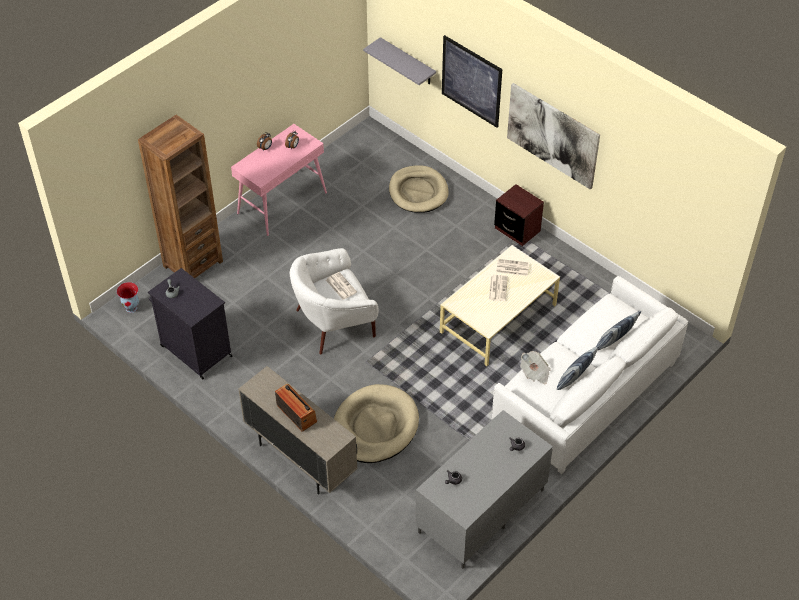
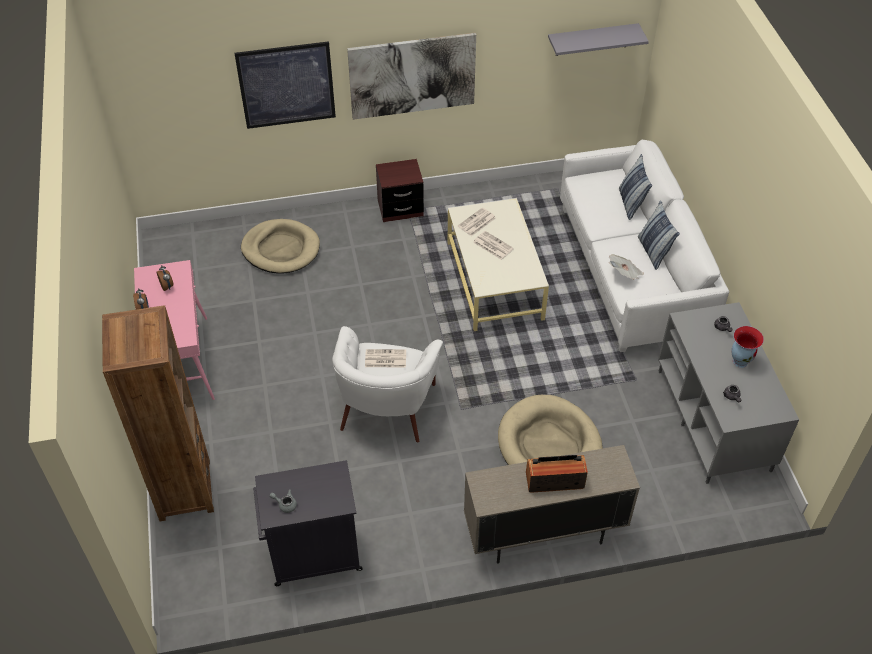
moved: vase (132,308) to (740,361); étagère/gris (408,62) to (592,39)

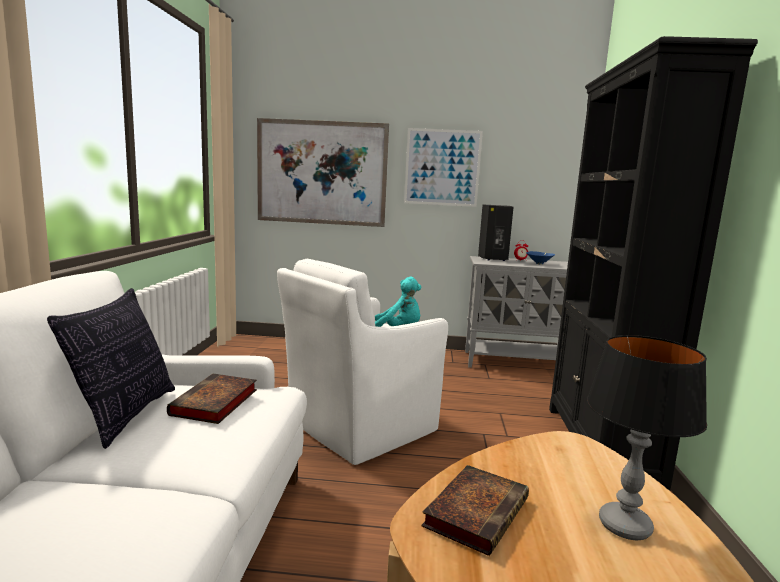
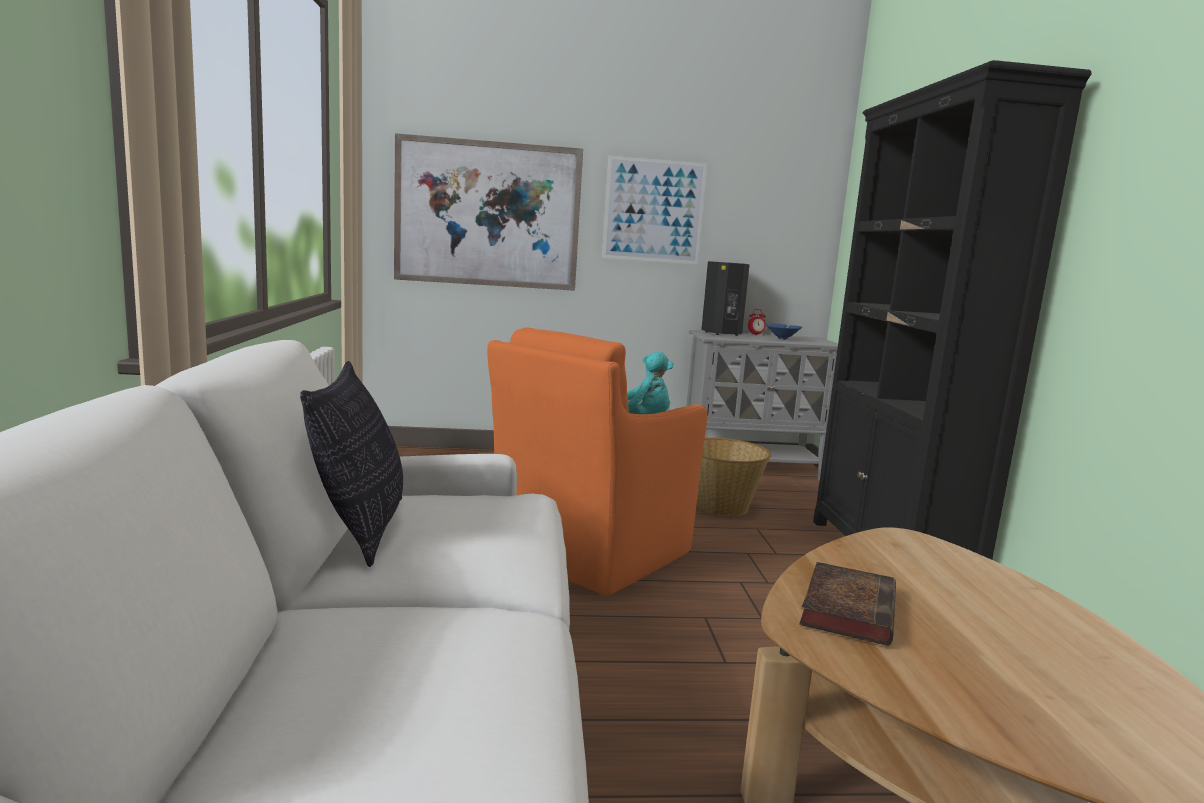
removed: livre (214,404); lampe de table (624,525)
added: panier (721,506)
recoloured: fauteuil/blanc (358,427) to fauteuil/orange (589,553)

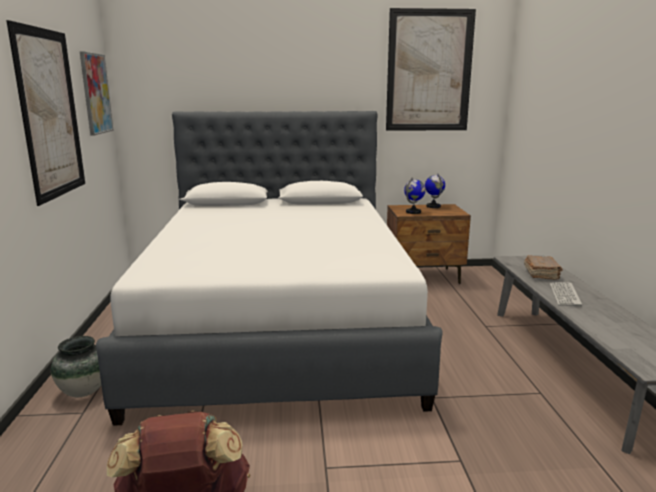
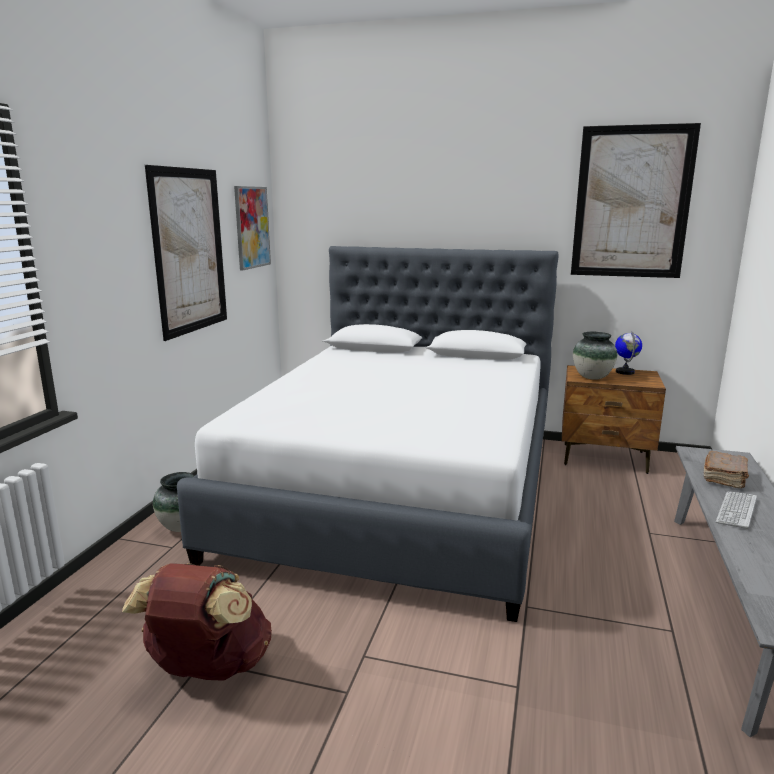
replaced: globe (413,212) to vase (592,377)

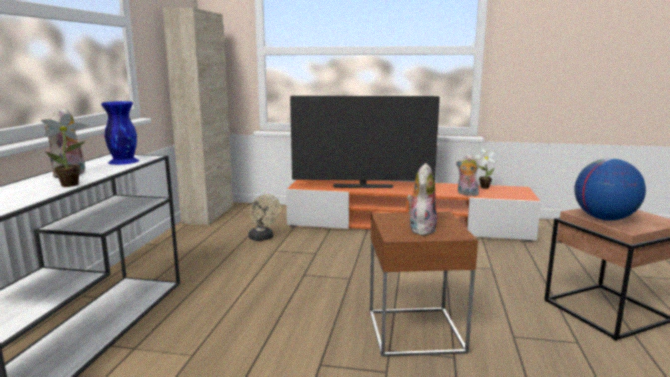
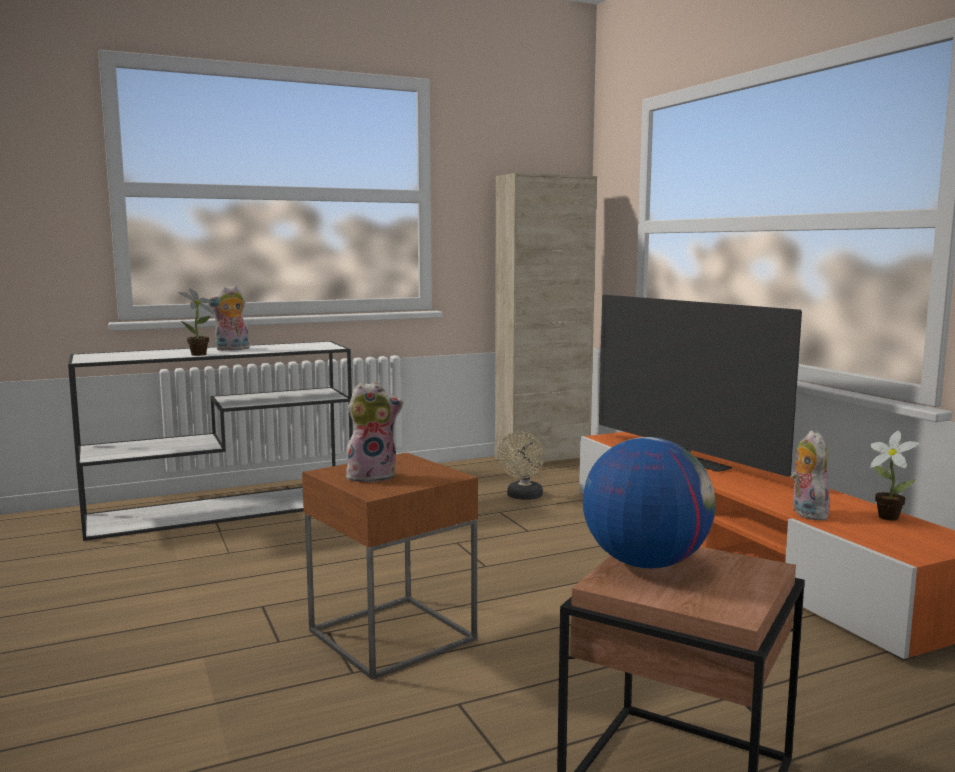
removed: vase/bleu (123,161)

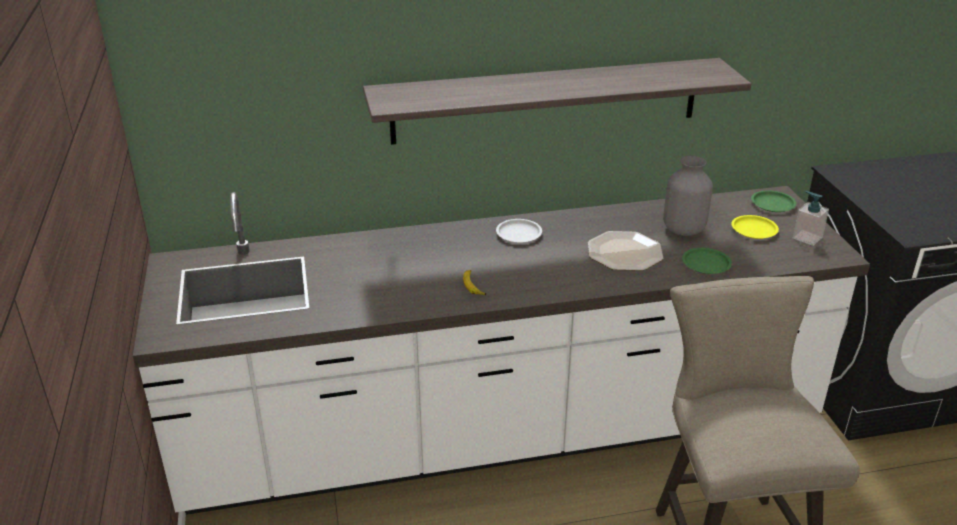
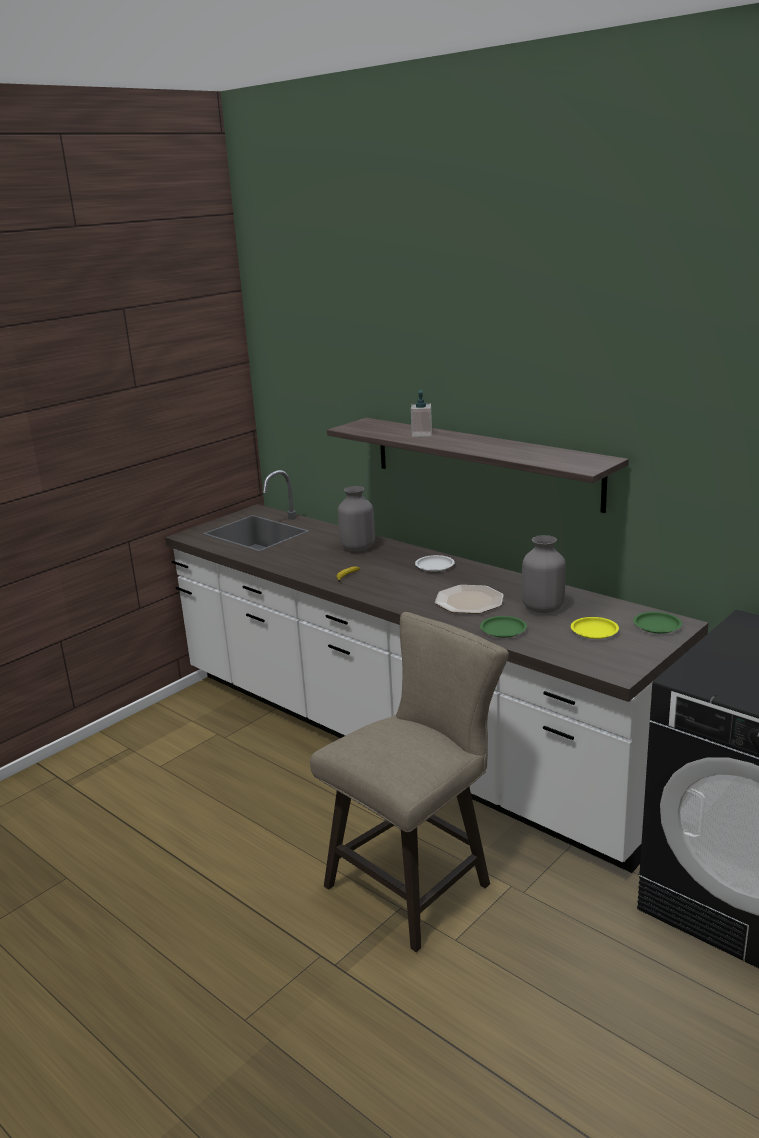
added: vase/gris (358,548)
moved: distributeur de savon (807,237) to (421,434)

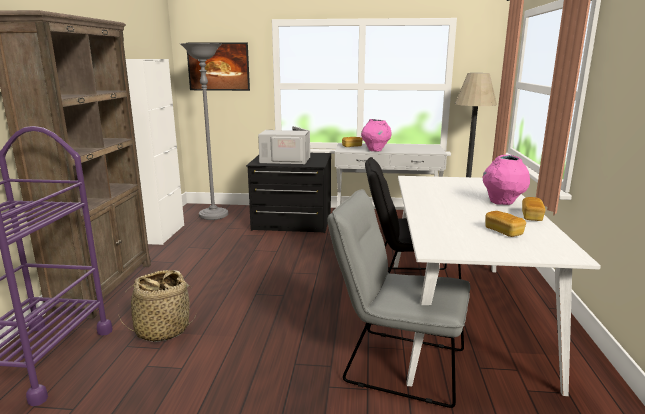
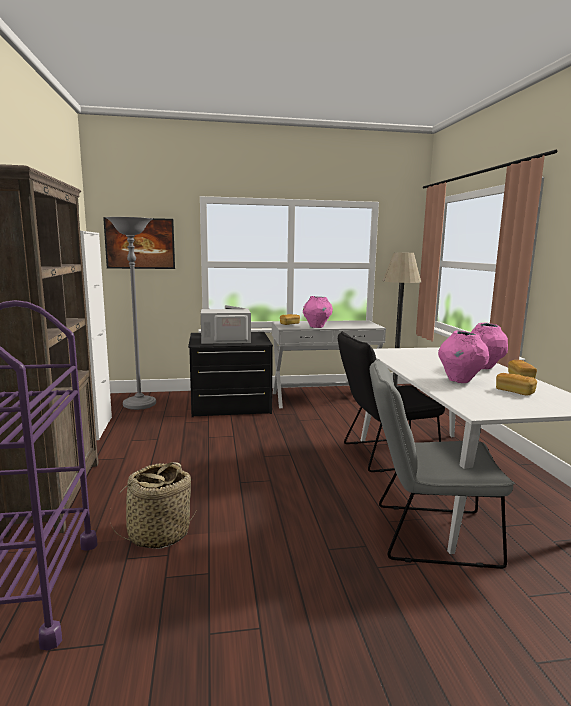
added: vase/rose (460,380)

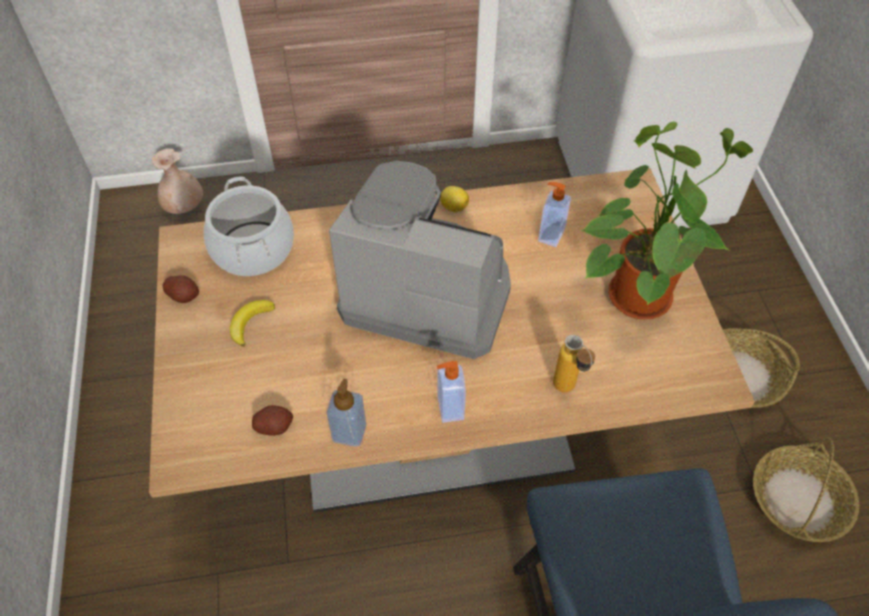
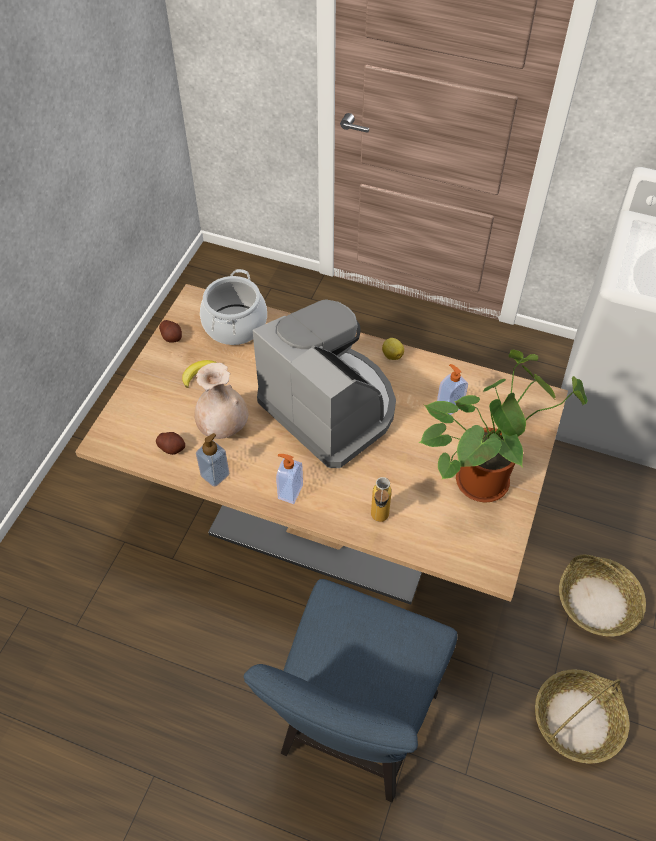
moved: vase/beige (185,207) to (223,427)

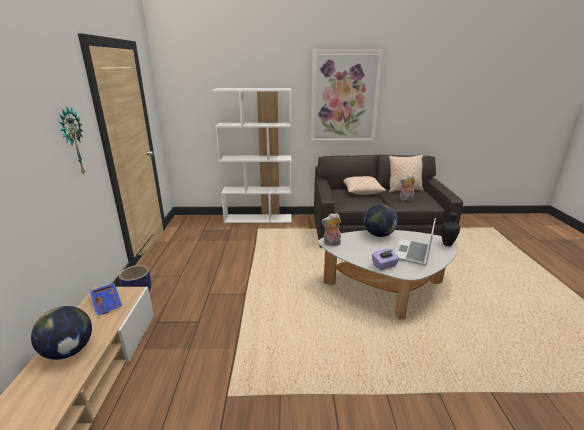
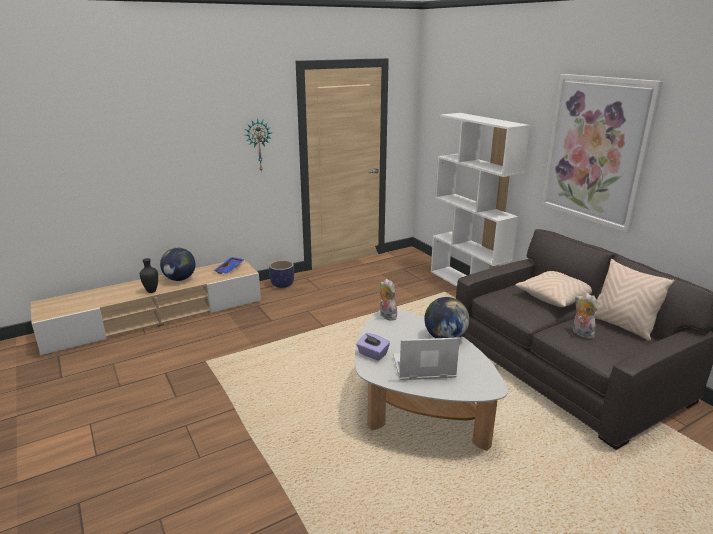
moved: vase/noir (447,244) to (152,291)

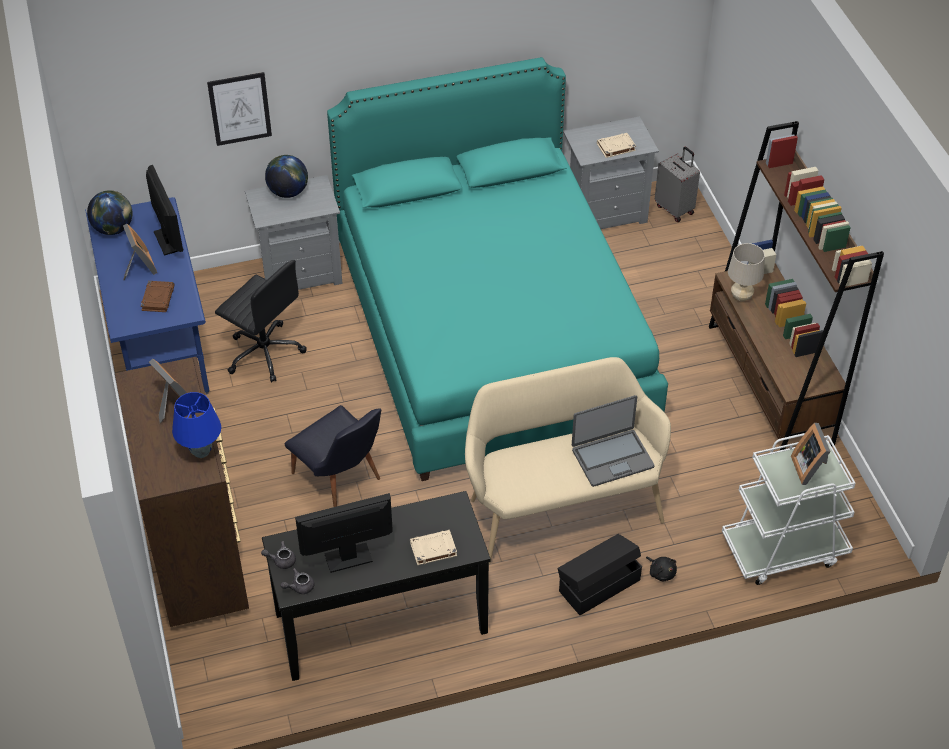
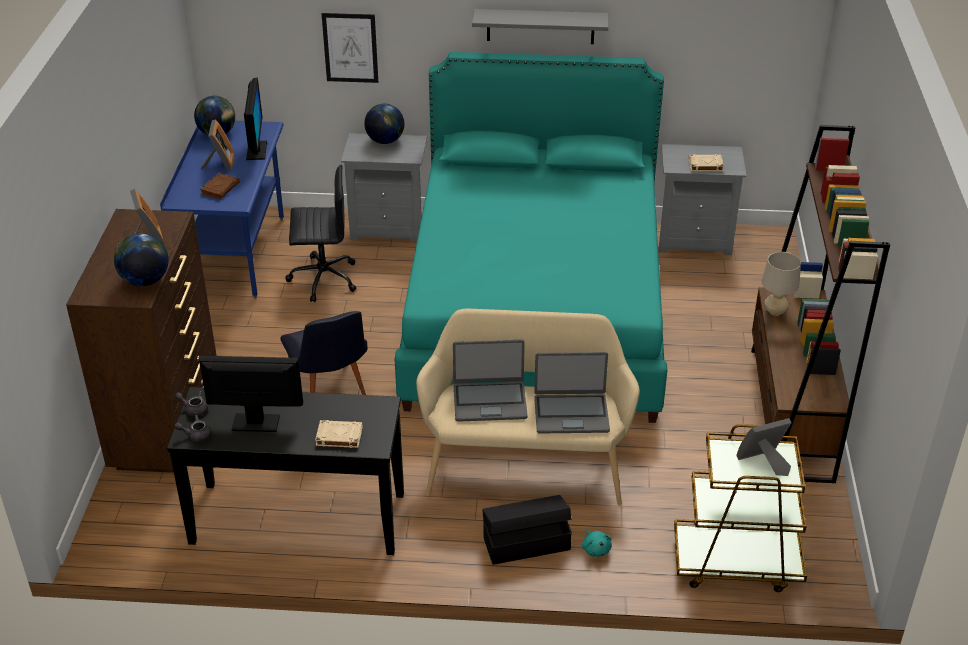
removed: valise/gris (675,209)
added: ordinateur portable (489,401); étagère/gris (540,26)
replaced: lampe de table/bleu (200,452) to globe (145,281)
recoloured: peluche/noir (661,572) to peluche/turquoise (596,549); chariot/blanc (783,549) to chariot/marron (736,562)
turned: chaise de bureau/noir (264,352) = (322,278) 60 degrees counterclockwise; cadre photo (810,468) = (764,462) 60 degrees clockwise

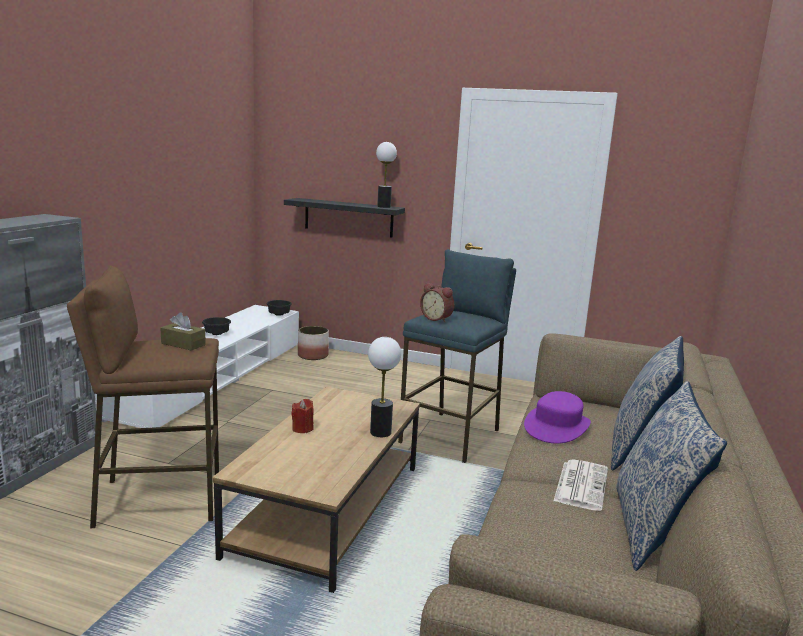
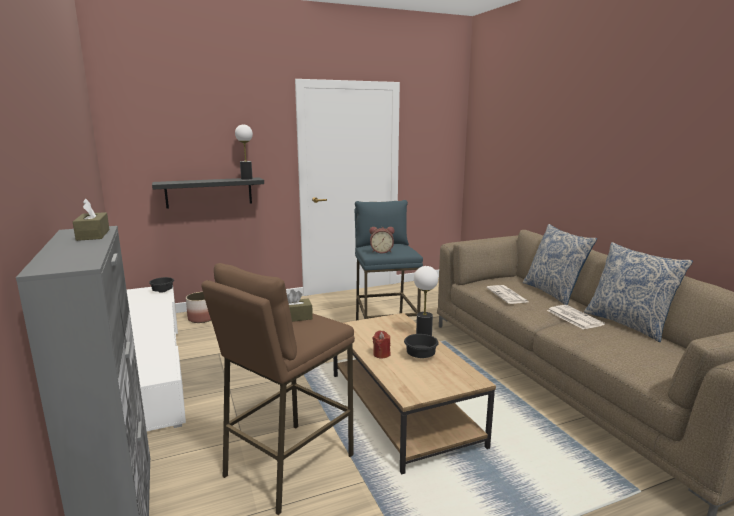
added: boîte à mouchoirs/marron (93,235)
moved: bol/noir (216,334) to (420,356)
replaced: chapeau/violet (557,427) to journal (507,295)

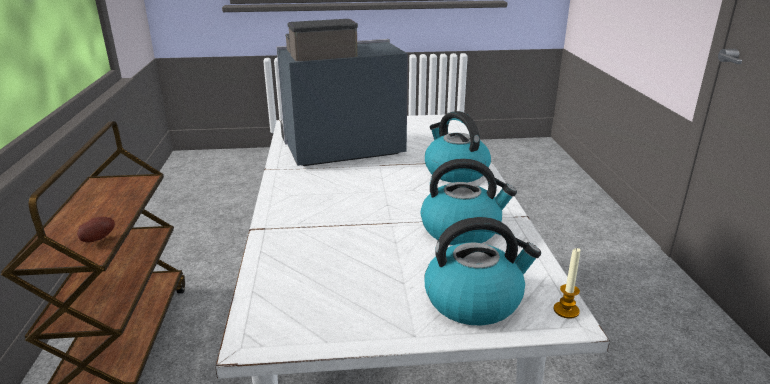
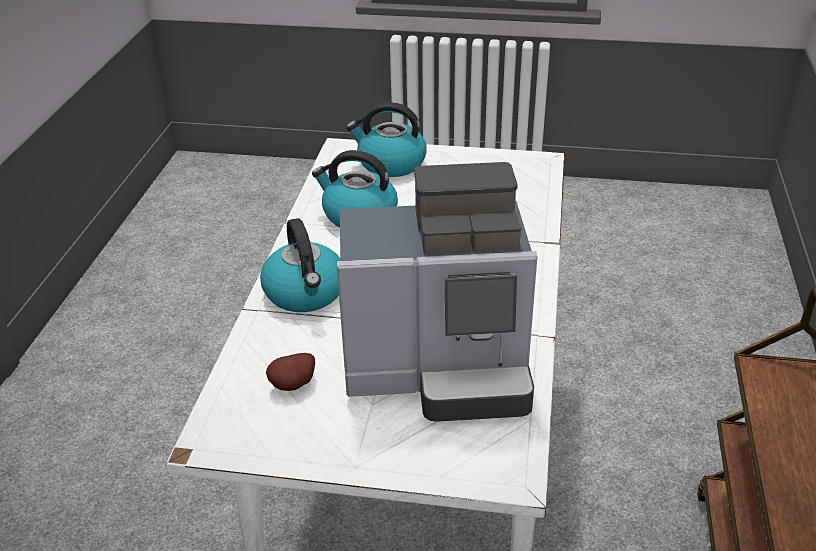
removed: bougie (566,310)
moved: pomme de terre (98,239) to (295,386)

